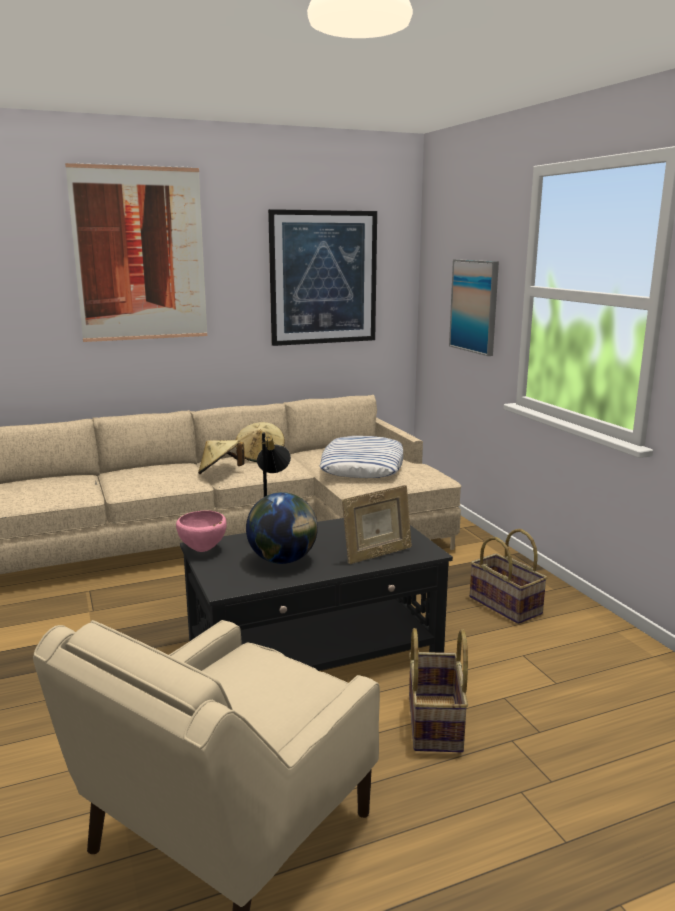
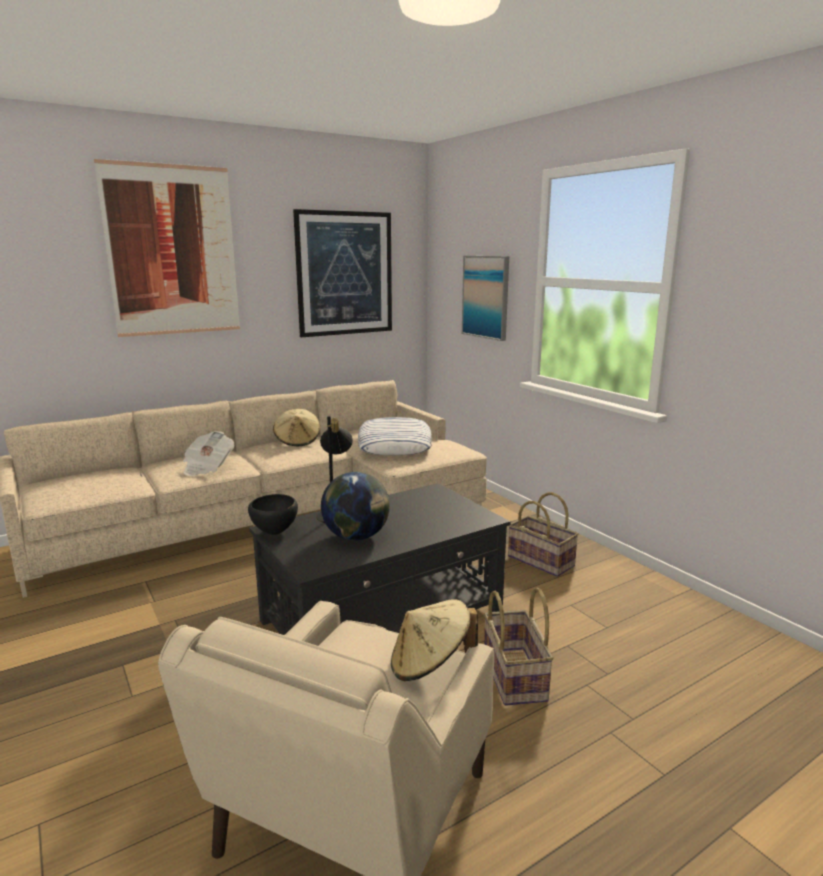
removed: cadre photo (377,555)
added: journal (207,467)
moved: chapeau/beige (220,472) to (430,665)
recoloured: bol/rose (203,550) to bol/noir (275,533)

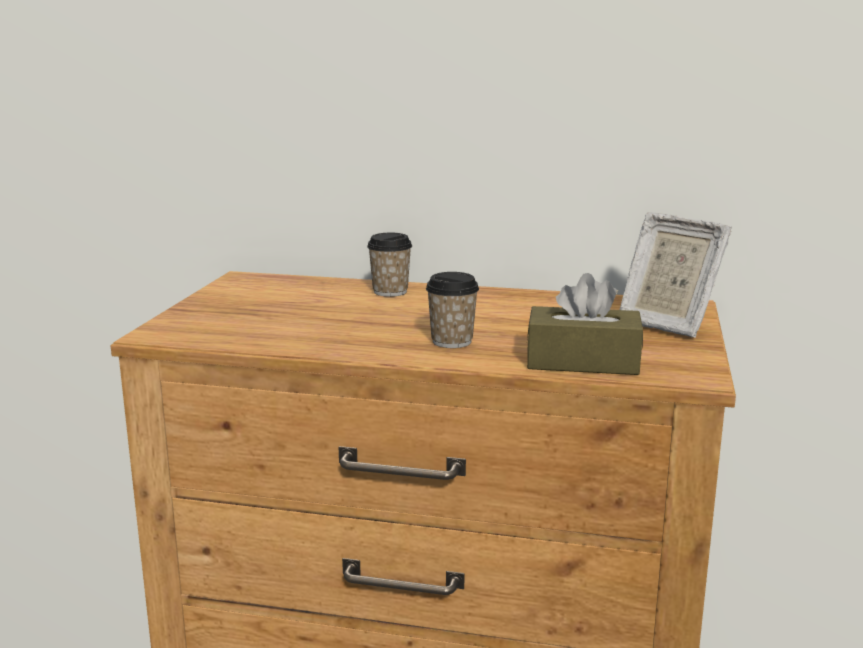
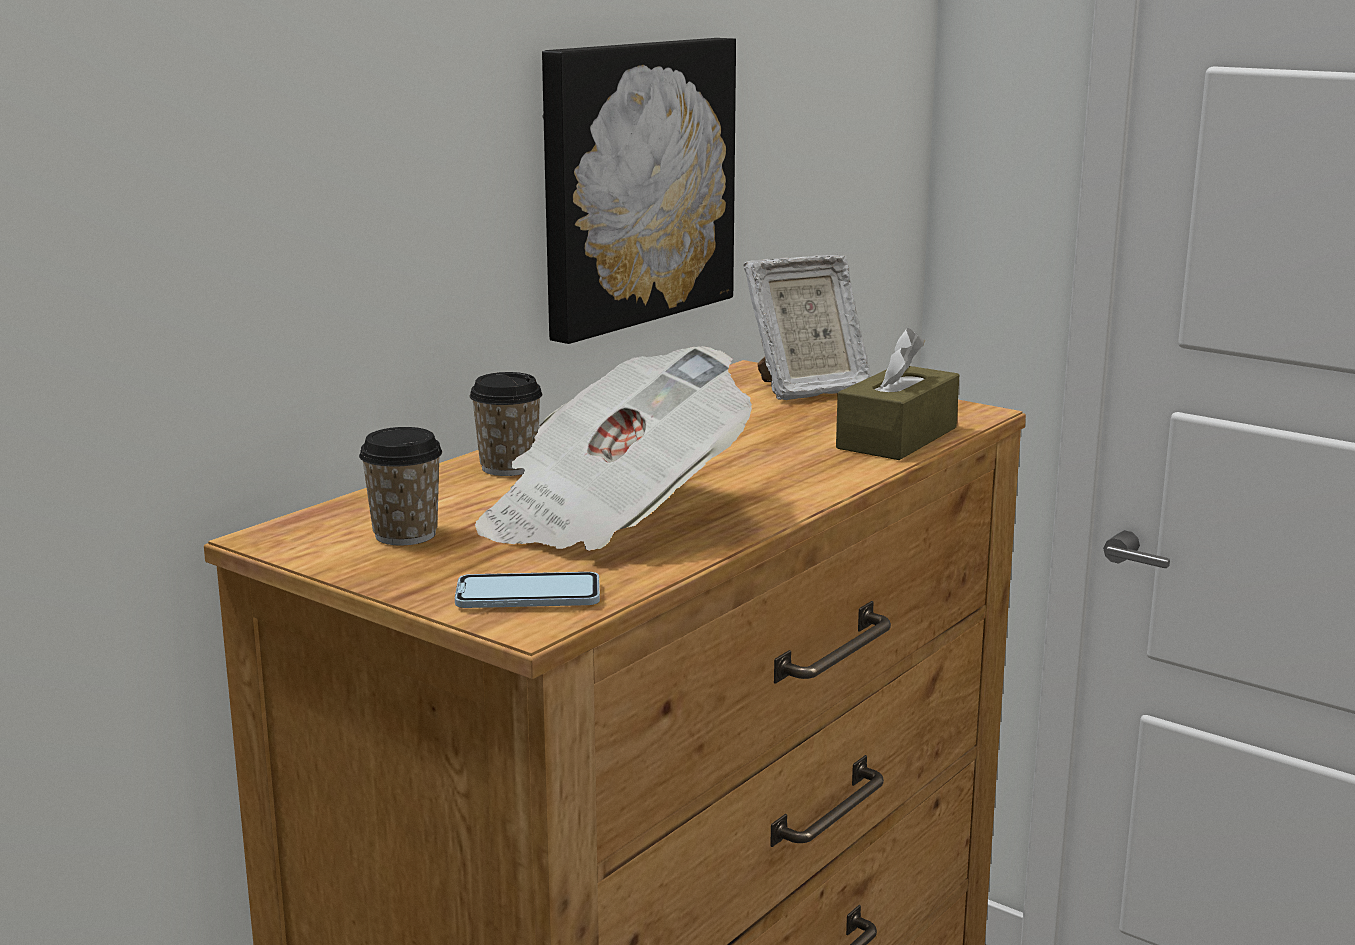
added: téléphone (528,595); journal (611,518); tableau (633,183)
moved: tasse (452,341) to (405,534)

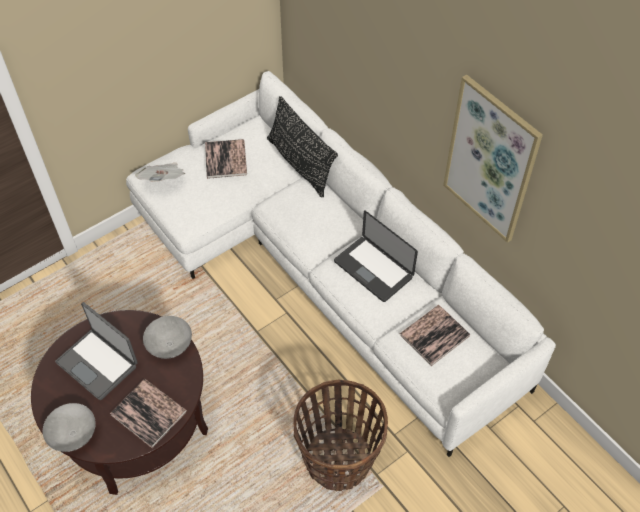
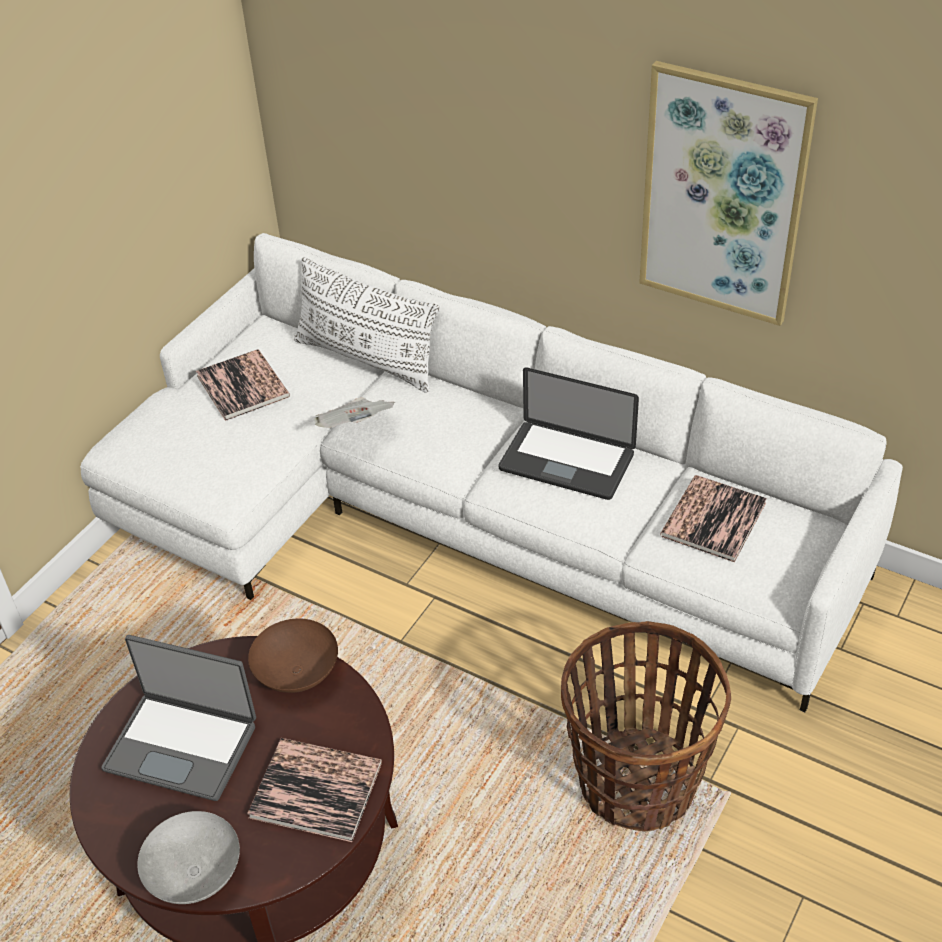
moved: journal (163,180) to (356,428)
recoloured: bol/gris (170,344) to bol/marron (297,672); coussin/noir (300,164) to coussin/blanc (367,359)

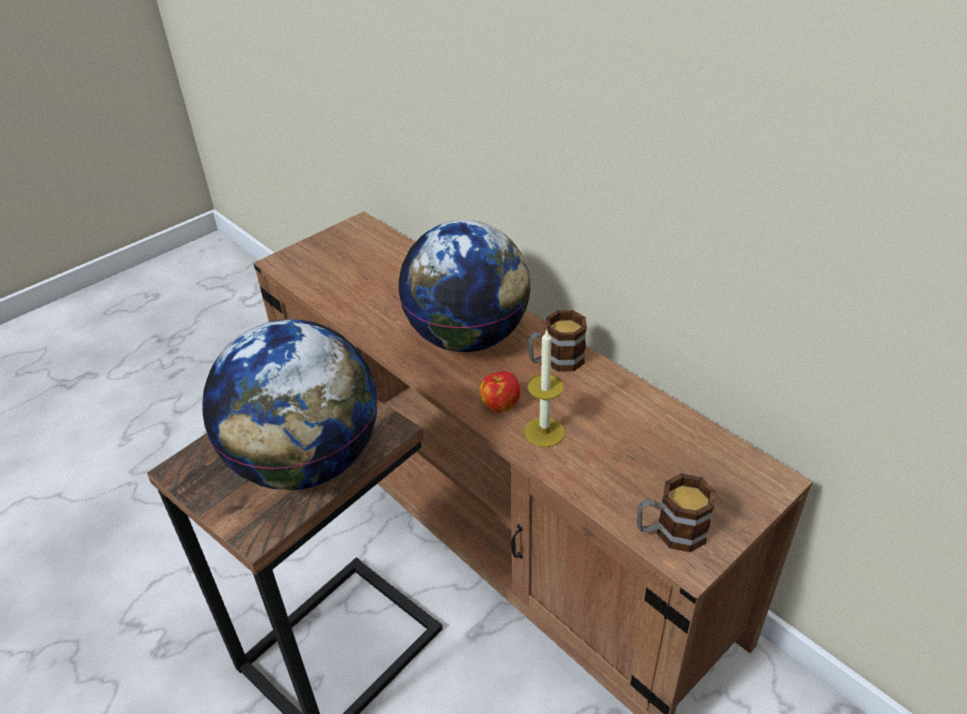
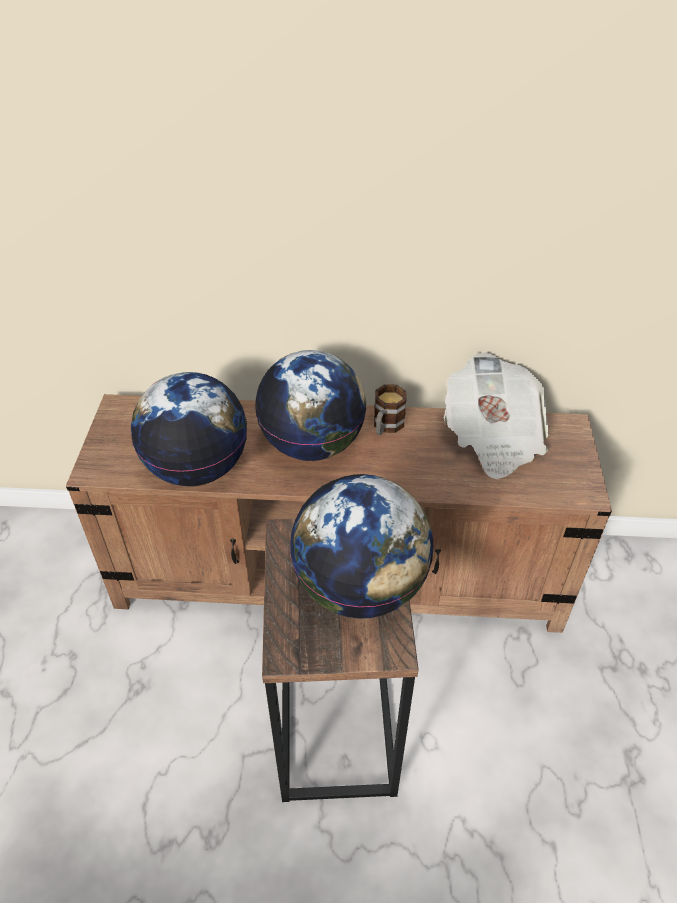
removed: pomme (500,404); bougie (544,432); mug (670,532)
added: globe (197,467); journal (492,437)

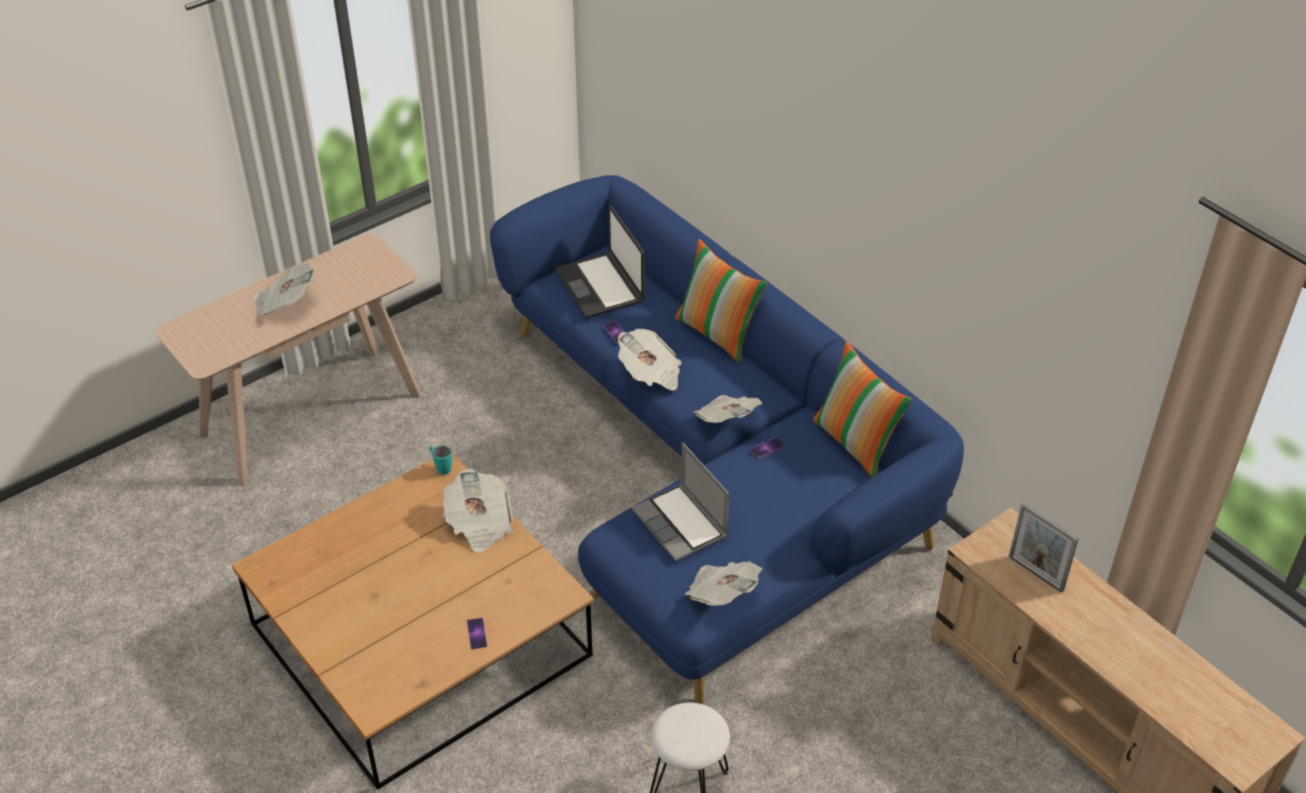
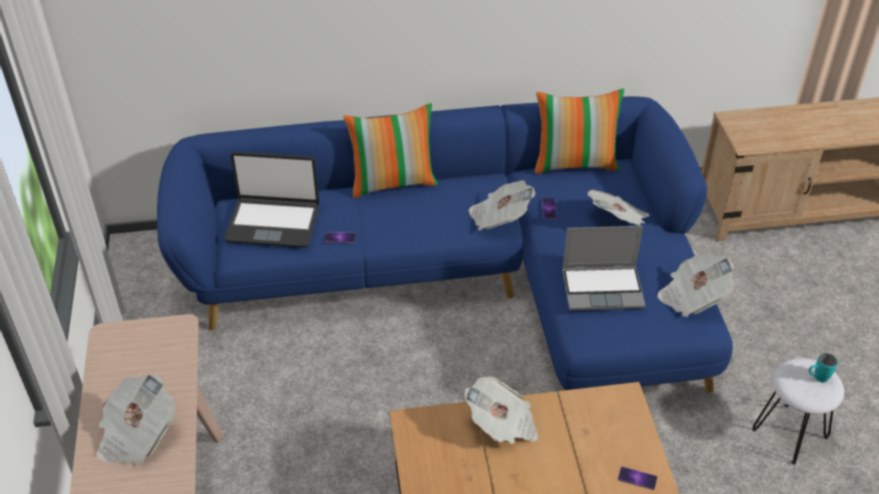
removed: cadre photo (1036,573)
moved: mug/turquoise (441,468) to (817,378); journal (650,373) to (618,220)

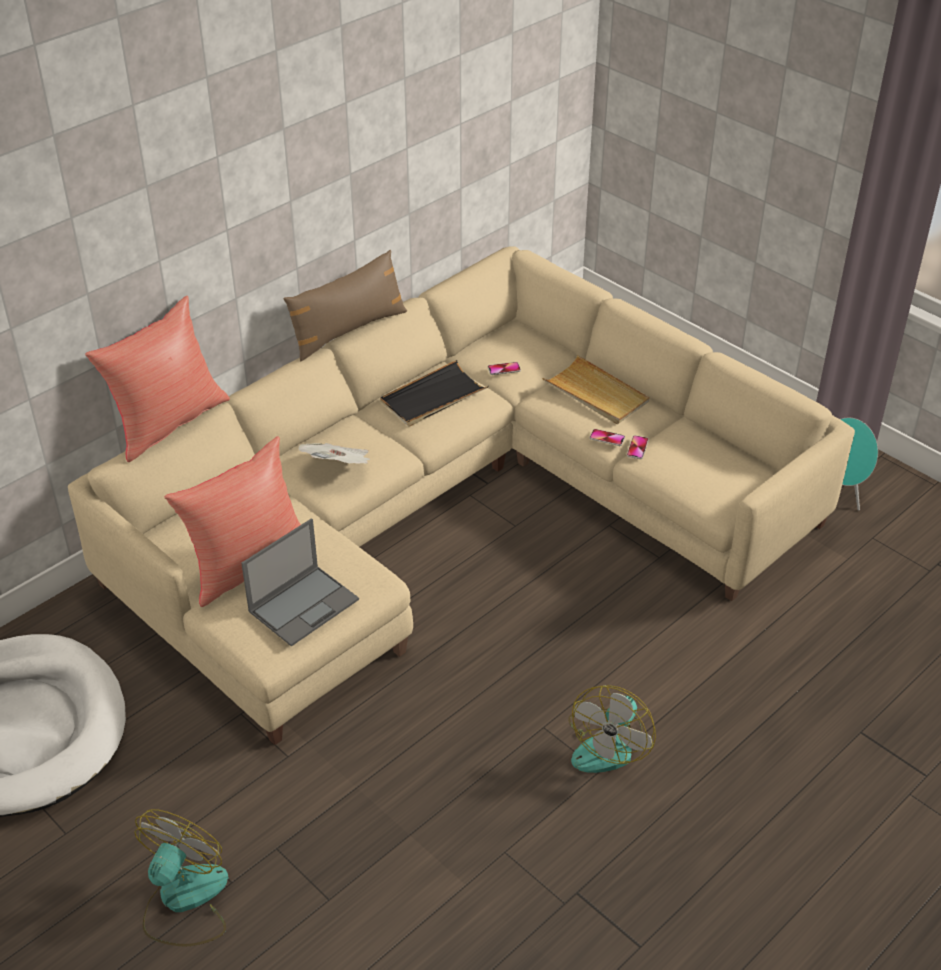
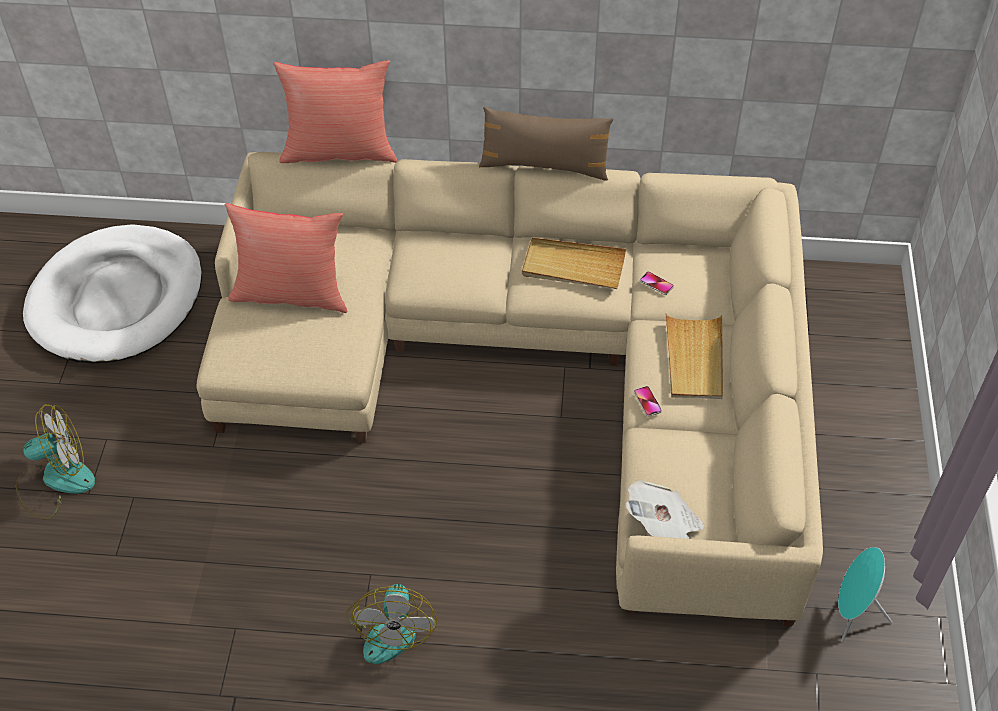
removed: ordinateur portable (304,604); téléphone (637,448)
moved: journal (339,467) to (663,524)
recoloured: plateau/noir (433,397) to plateau/beige (573,266)
turned: ventilateur (608,744) = (390,627) 75 degrees counterclockwise

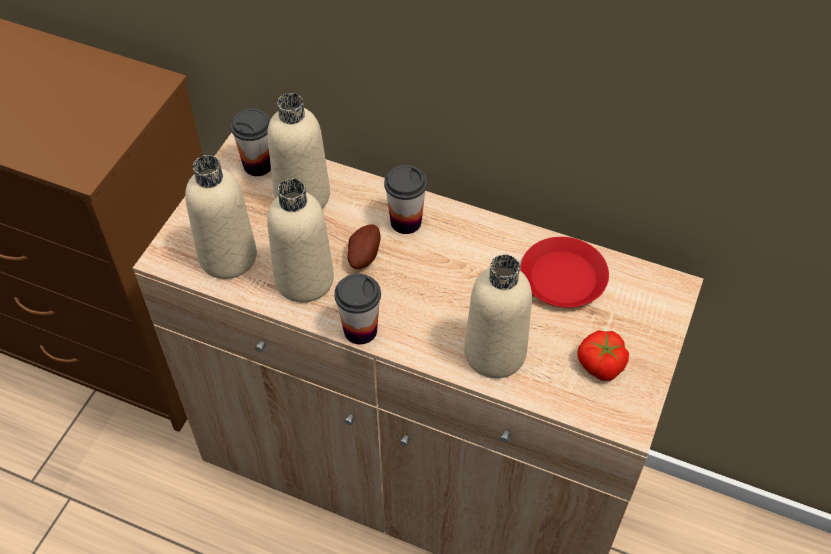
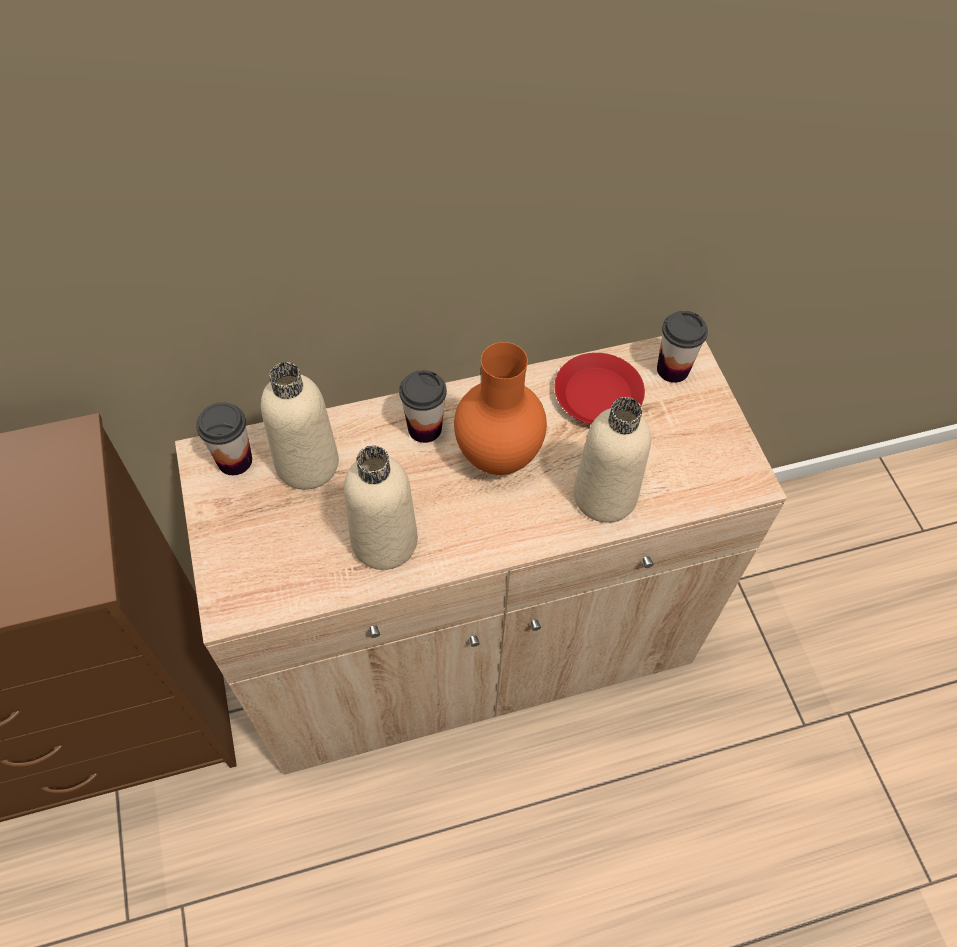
removed: bouteille/beige (228,257); pomme de terre (363,255); tomate (600,364)
added: vase/orange (496,457)
moved: tasse (360,330) to (672,369)

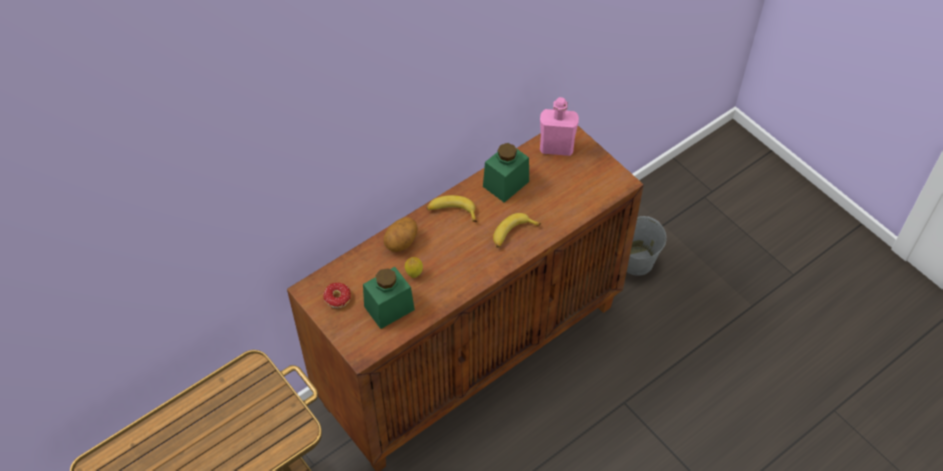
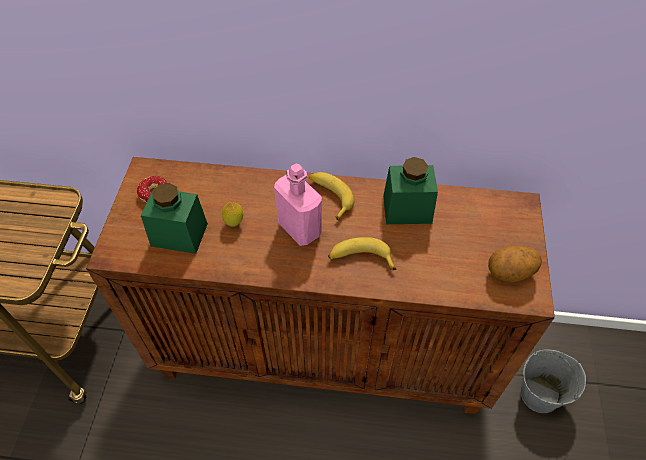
moved: pomme de terre (401,243) to (509,273); bouteille/rose (556,148) to (299,229)

